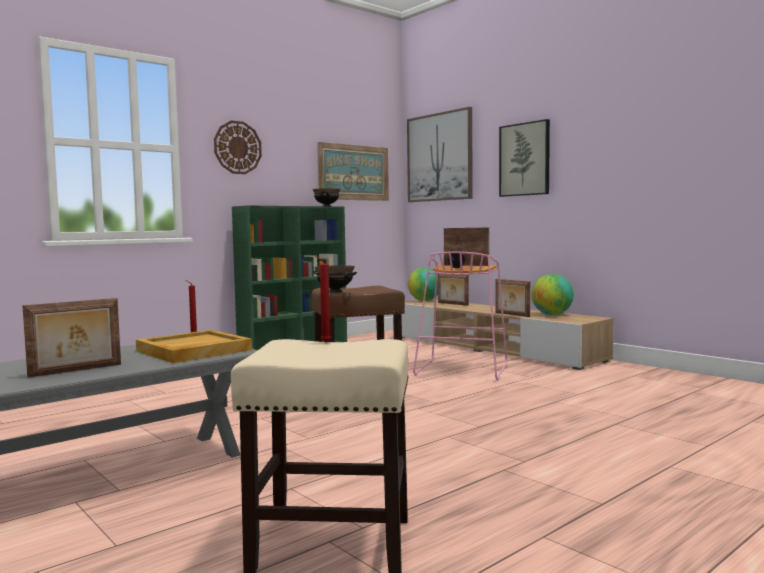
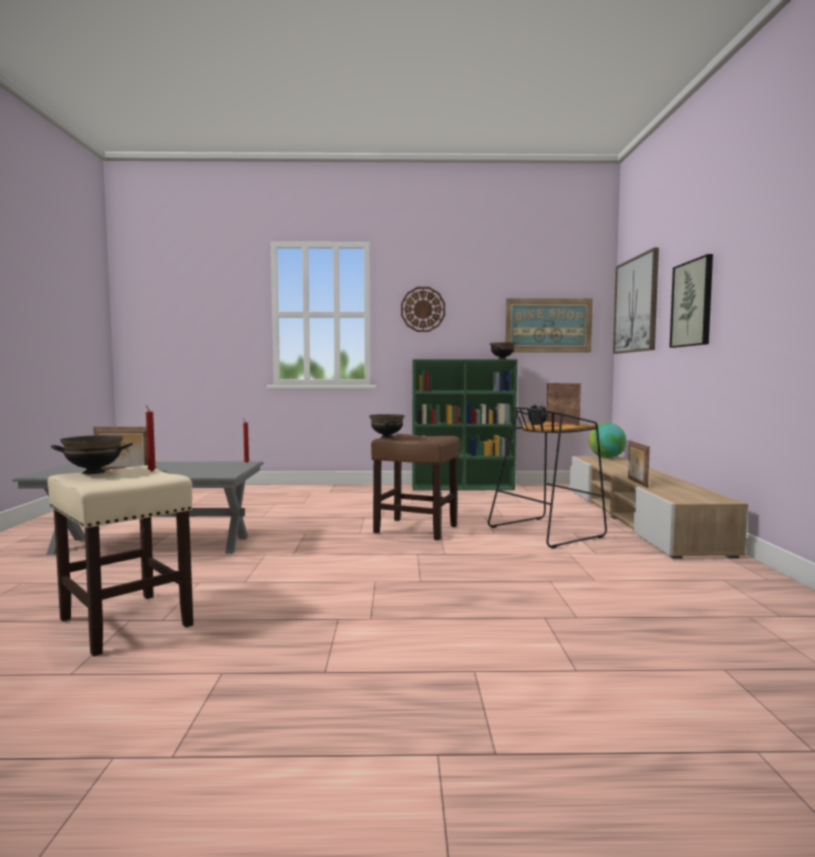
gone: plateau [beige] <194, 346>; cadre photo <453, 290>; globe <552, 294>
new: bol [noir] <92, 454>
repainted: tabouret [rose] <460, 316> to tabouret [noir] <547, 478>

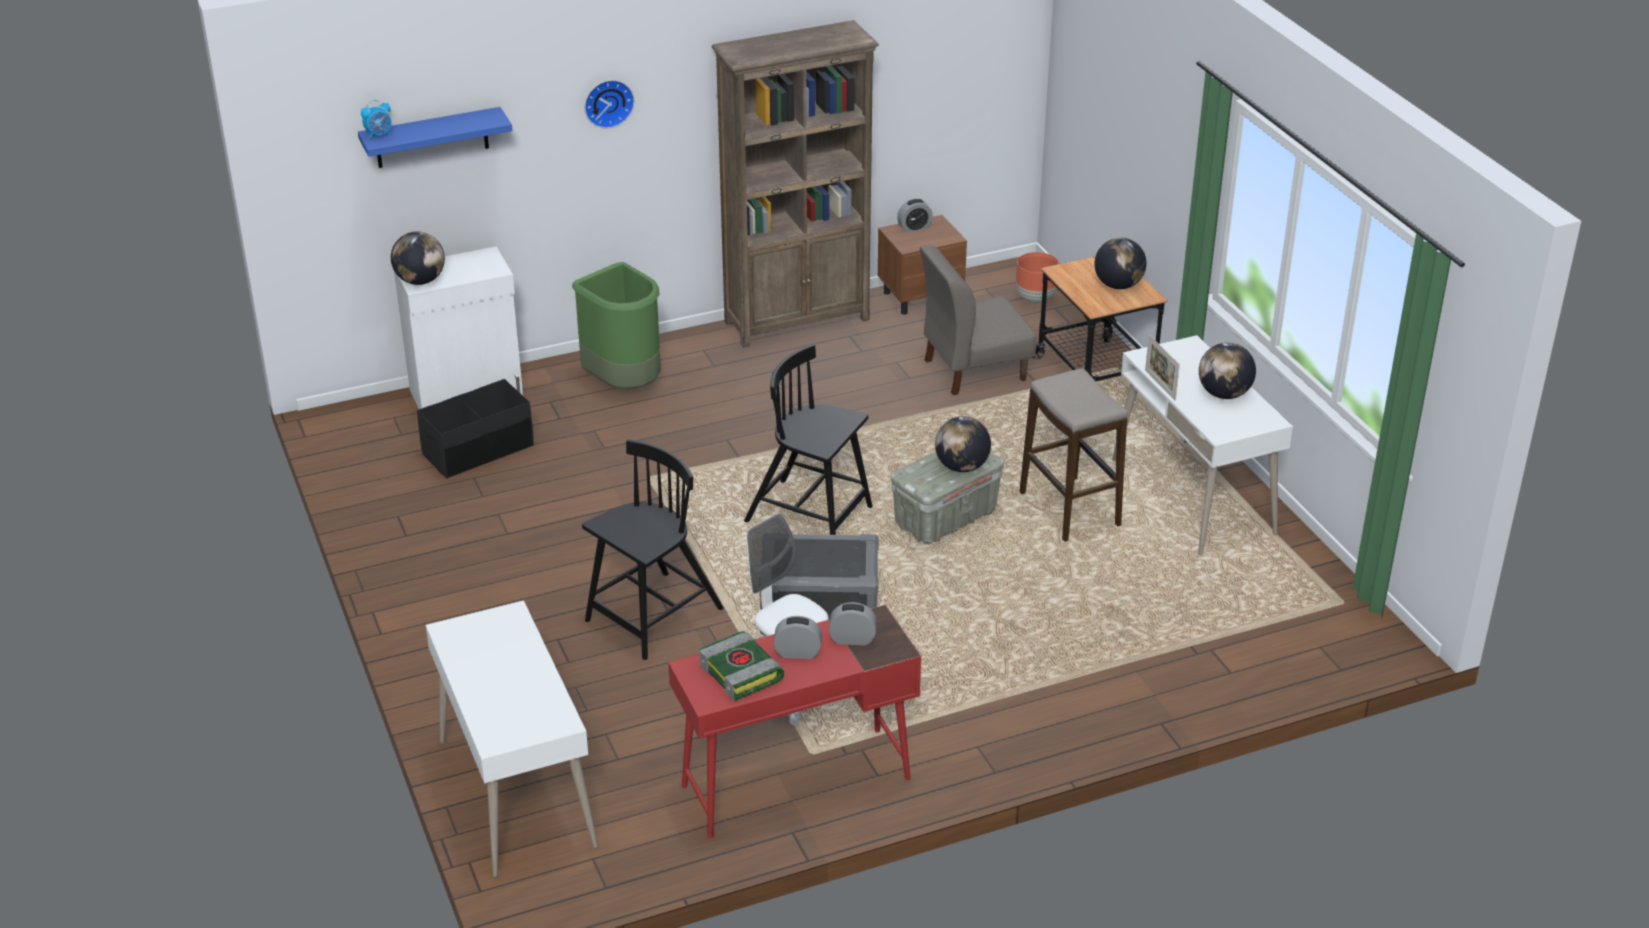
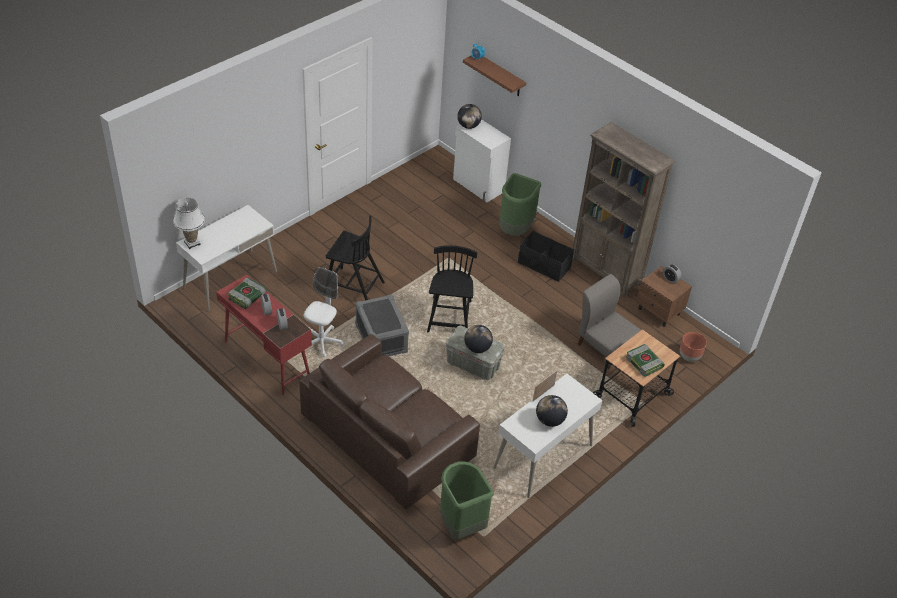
gone: horloge murale <609, 104>; tabouret <1073, 455>
new: lampe de table [blanc] <189, 223>; canapé [marron] <389, 421>; poubelle [vert] <467, 501>
shifted: boîte de rangement [noir] <475, 428> to <546, 256>
swapped: globe <1120, 263> to livre <645, 360>
repainted: étagère [bleu] <435, 137> to étagère [marron] <494, 75>

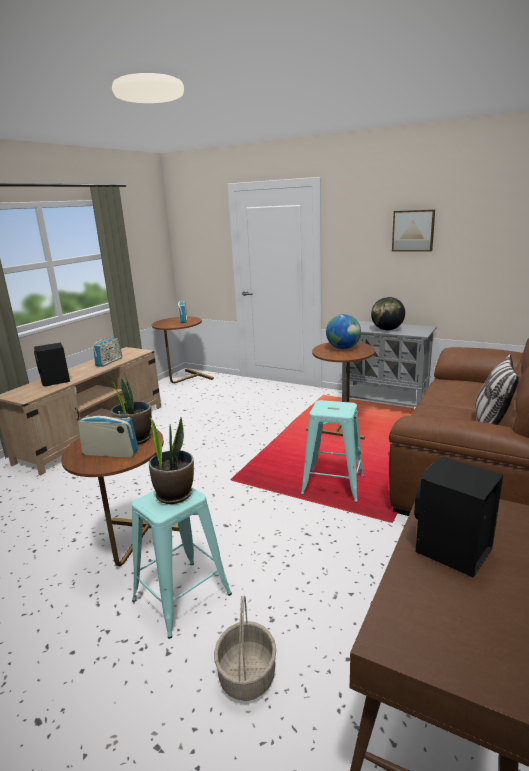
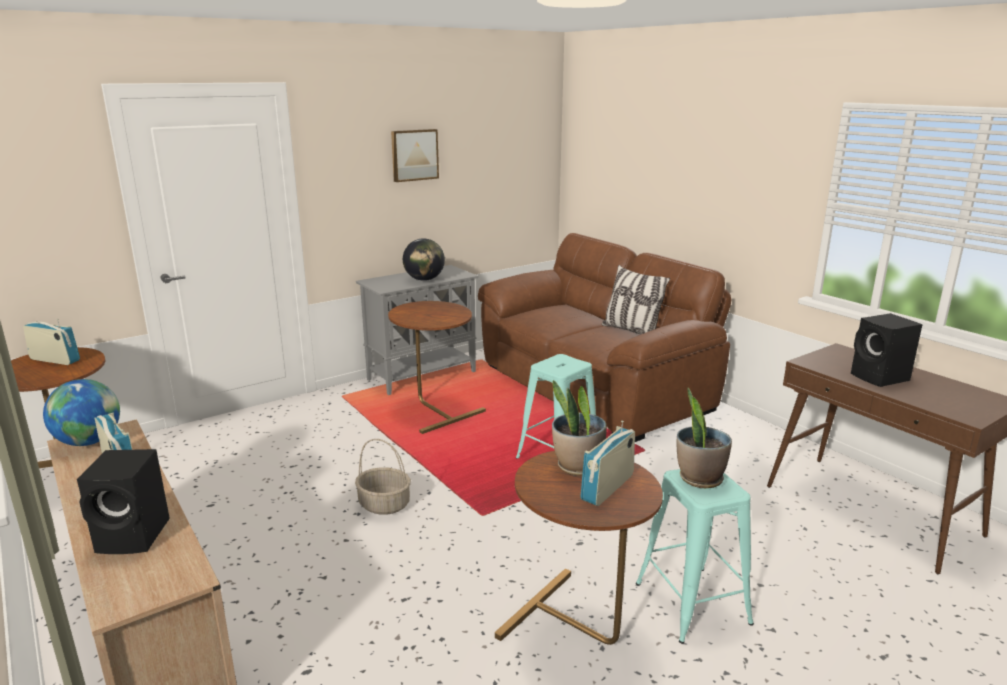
shifted: panier <245, 648> to <383, 477>; globe <343, 331> to <81, 412>

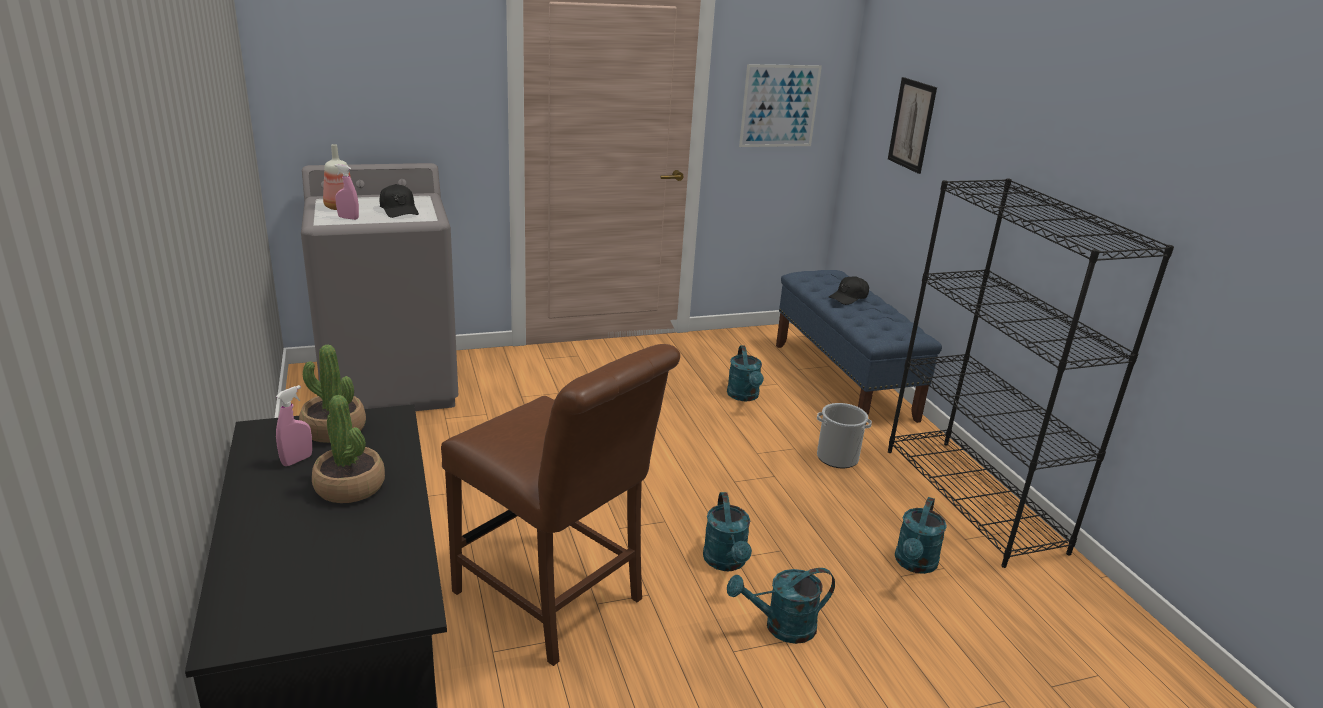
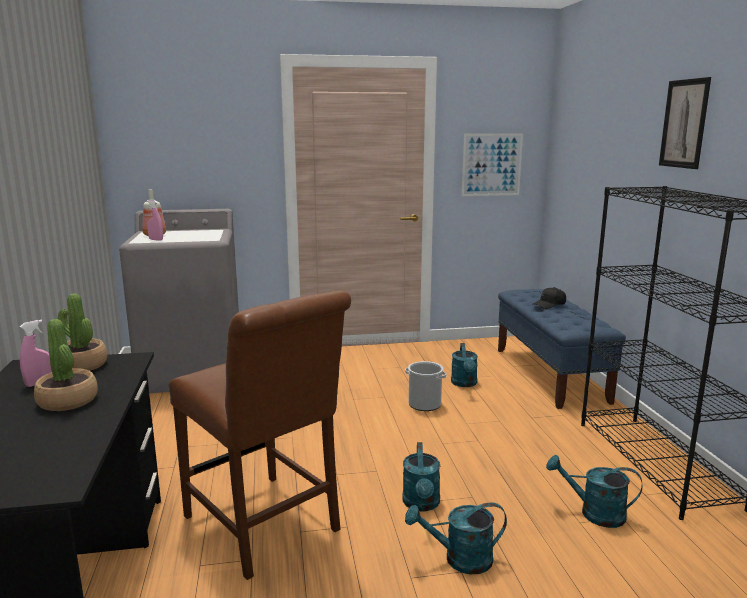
gone: casquette [noir] <399, 201>
shifted: seau <844, 435> to <425, 386>; tableau <912, 125> to <685, 123>
rotated: arrosoir [turquoise] <921, 535> = <594, 491> 75 degrees clockwise

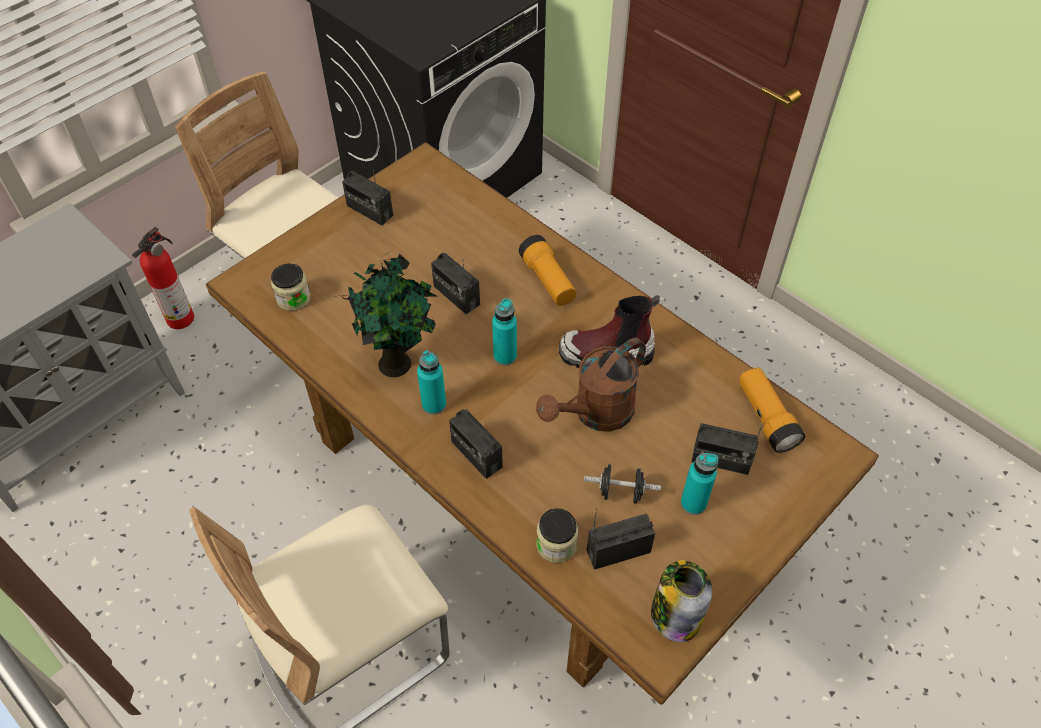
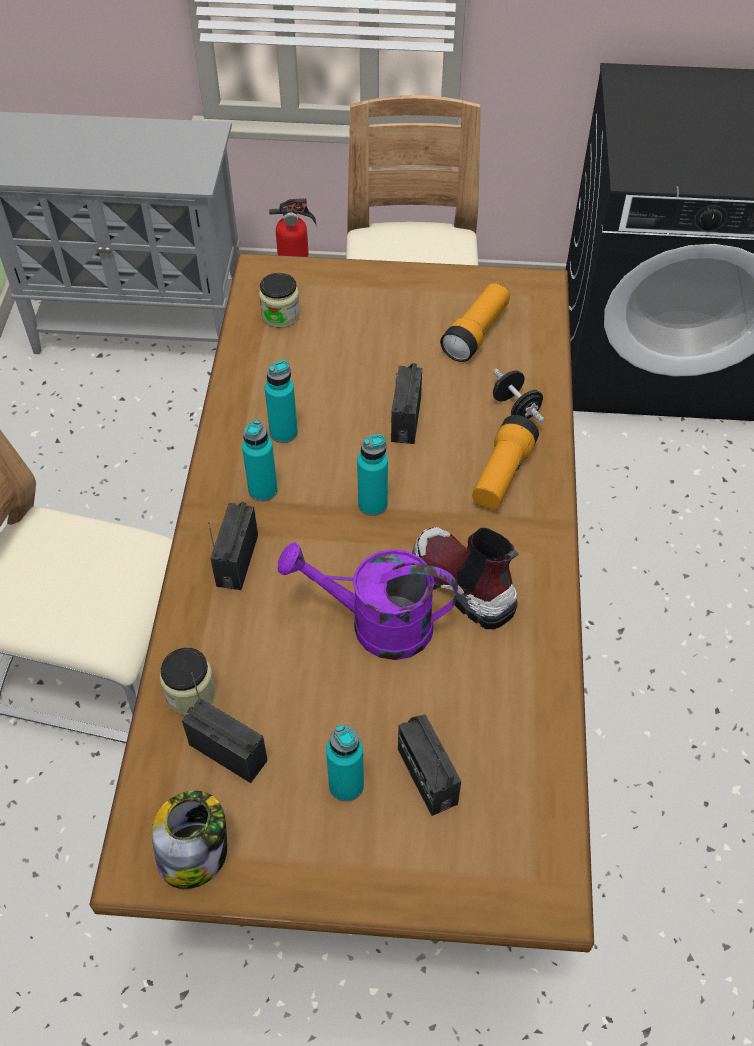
gone: radio <367, 197>
shifted: haltère [noir] <622, 483> to <519, 396>; lampe de poche <772, 410> to <475, 322>
swapped: plante en pot <391, 314> to bouteille [turquoise] <281, 401>
repainted: arrosoir [marron] <591, 385> to arrosoir [violet] <368, 601>

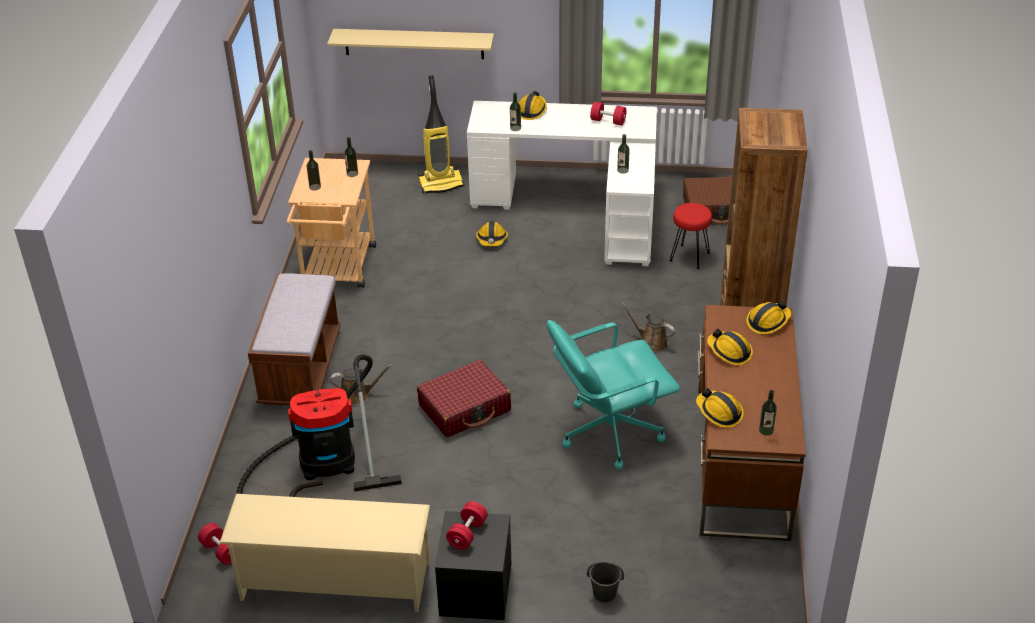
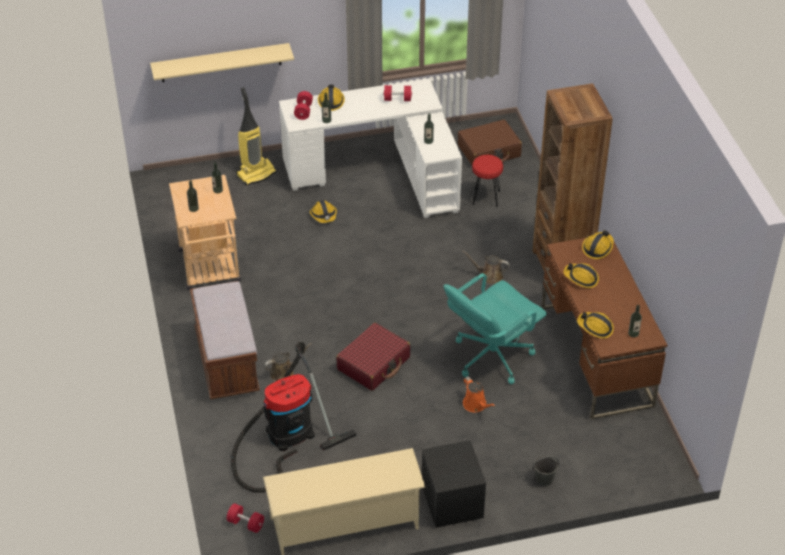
new: arrosoir [orange] <479, 395>
shifted: haltère [rouge] <467, 525> to <303, 105>

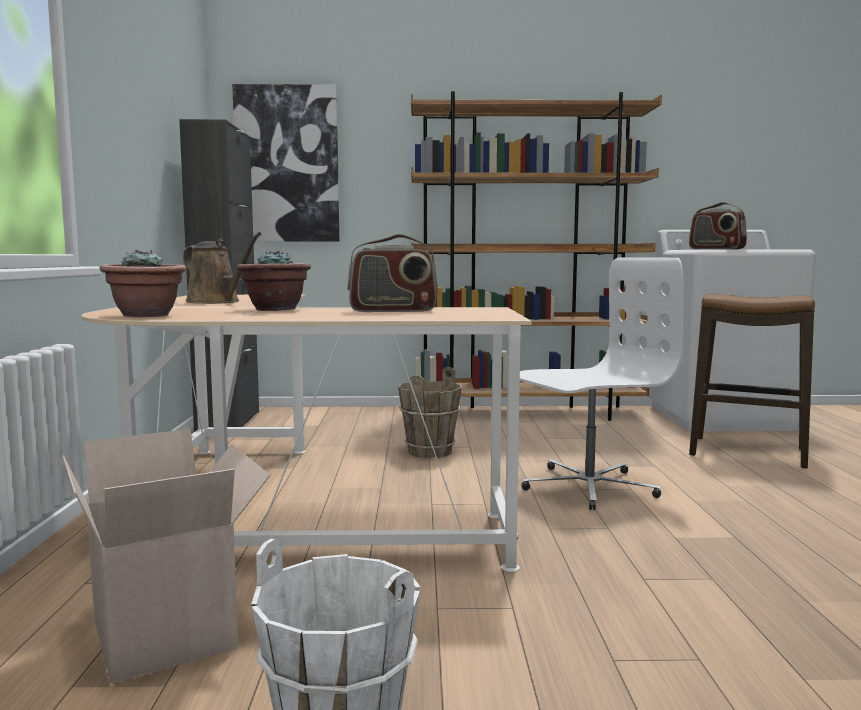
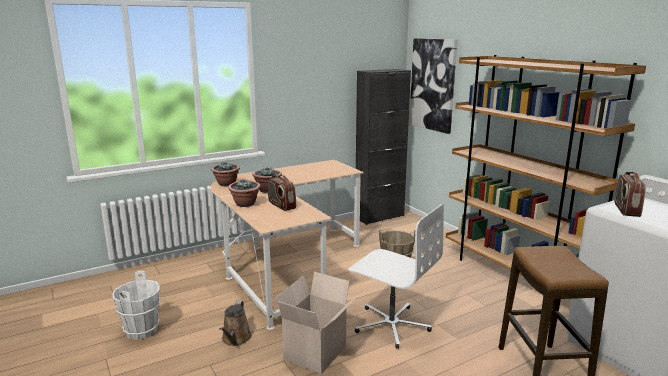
new: plante en pot <244, 193>
shifted: carton <167, 556> to <317, 323>; arrosoir [marron] <222, 268> to <235, 323>

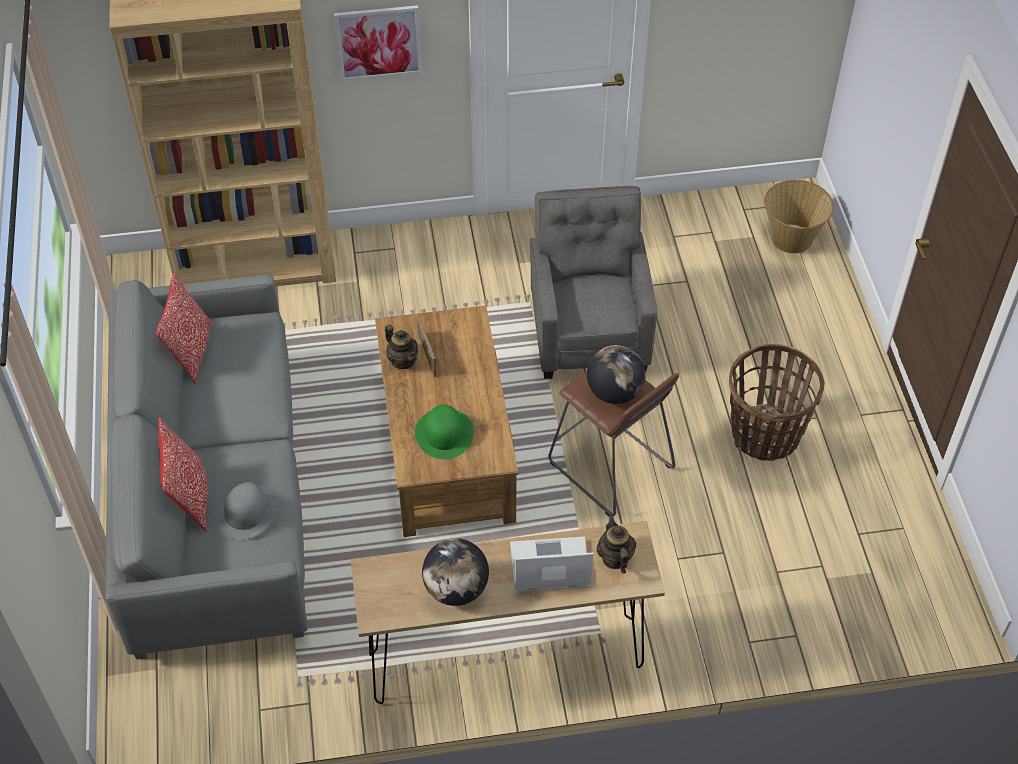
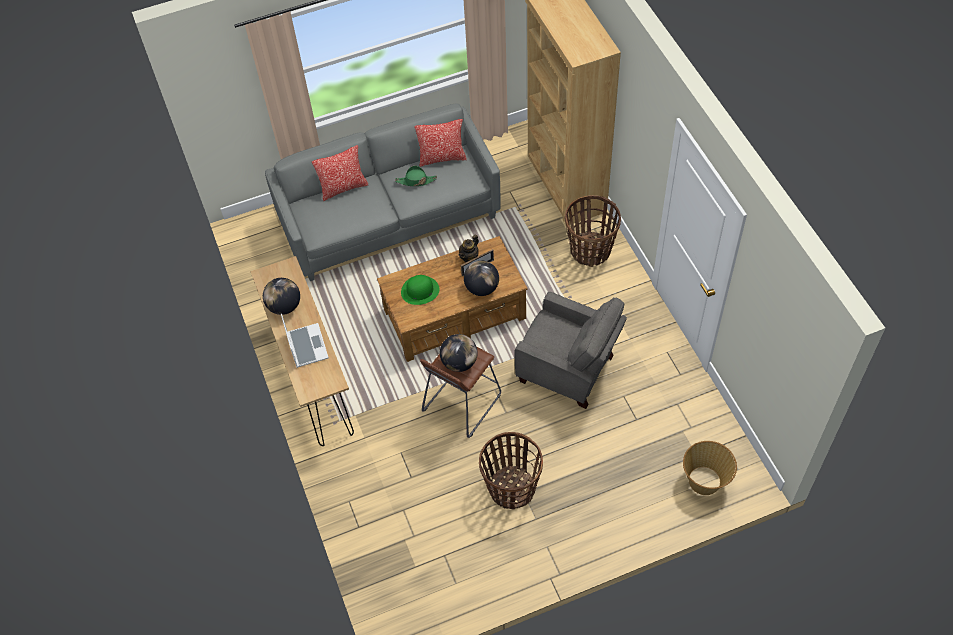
gone: chapeau [gris] <247, 511>; tableau <378, 43>; théière <616, 544>
new: chapeau [vert] <416, 176>; globe <481, 278>; panier <593, 231>
rotated: fauteuil [gris] <594, 282> = <571, 350> 45 degrees clockwise

